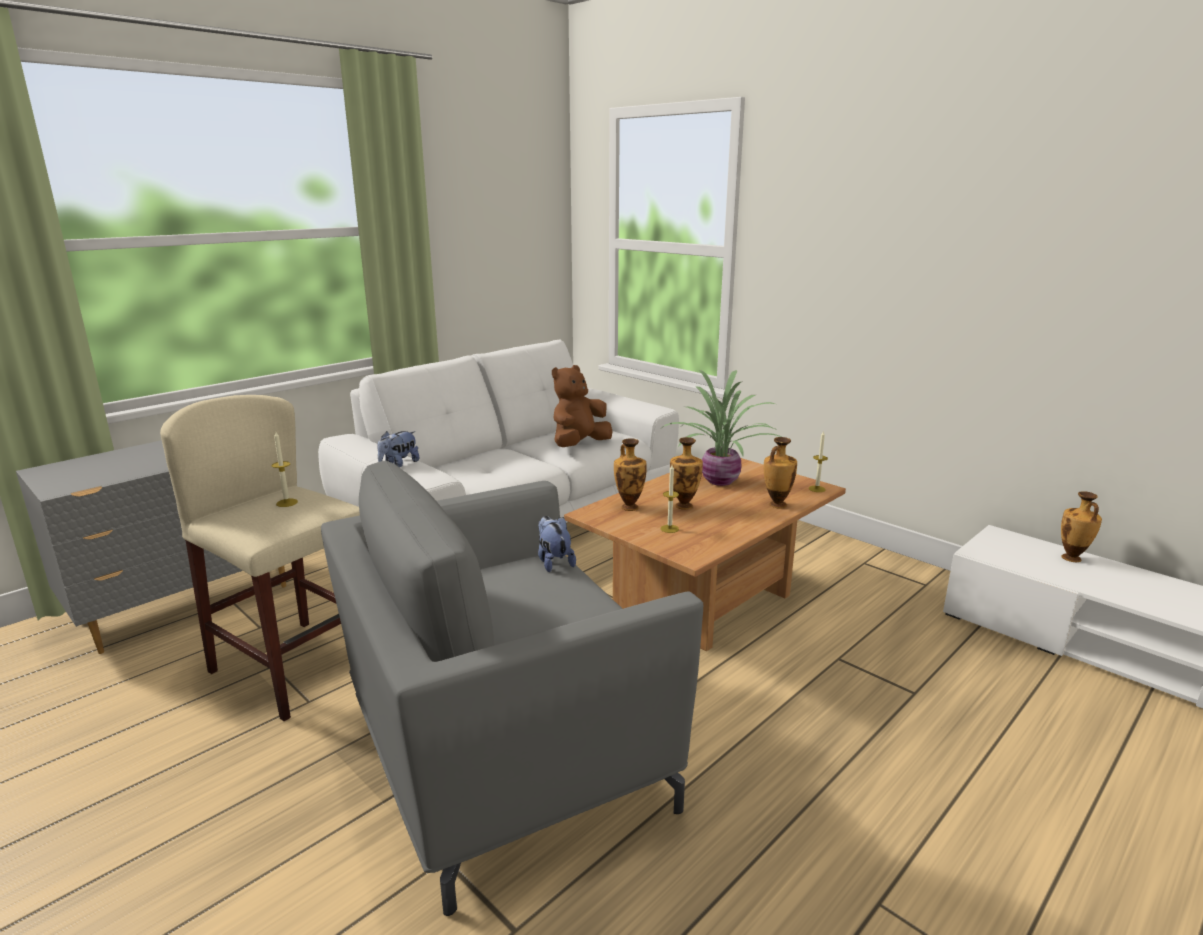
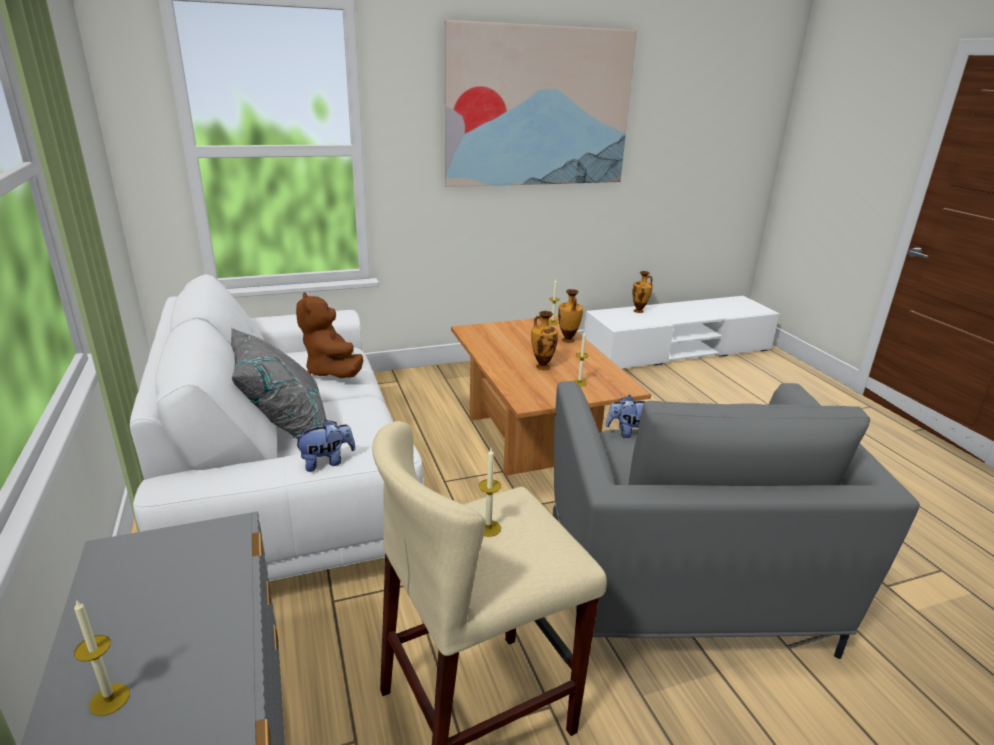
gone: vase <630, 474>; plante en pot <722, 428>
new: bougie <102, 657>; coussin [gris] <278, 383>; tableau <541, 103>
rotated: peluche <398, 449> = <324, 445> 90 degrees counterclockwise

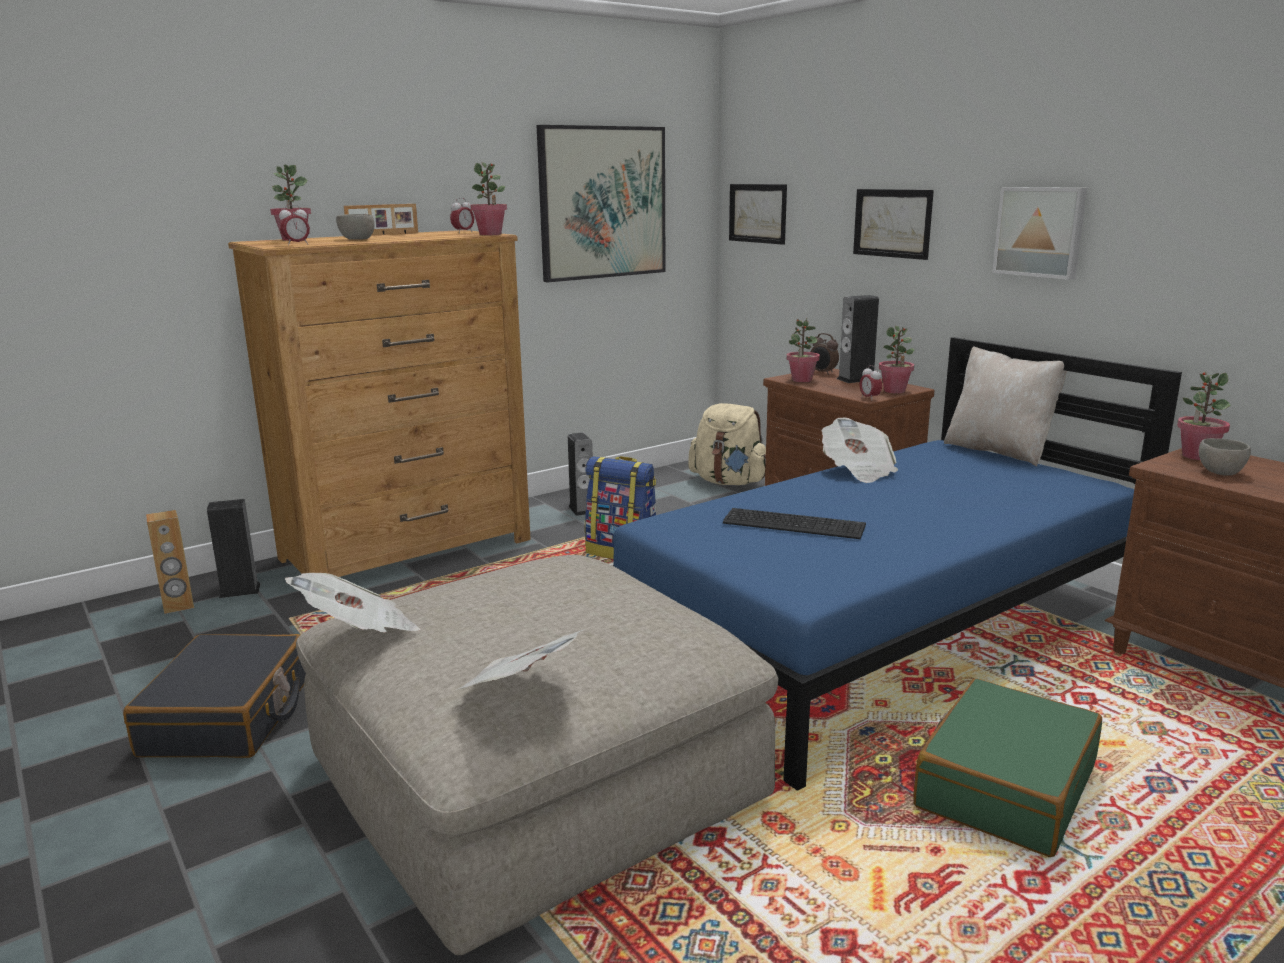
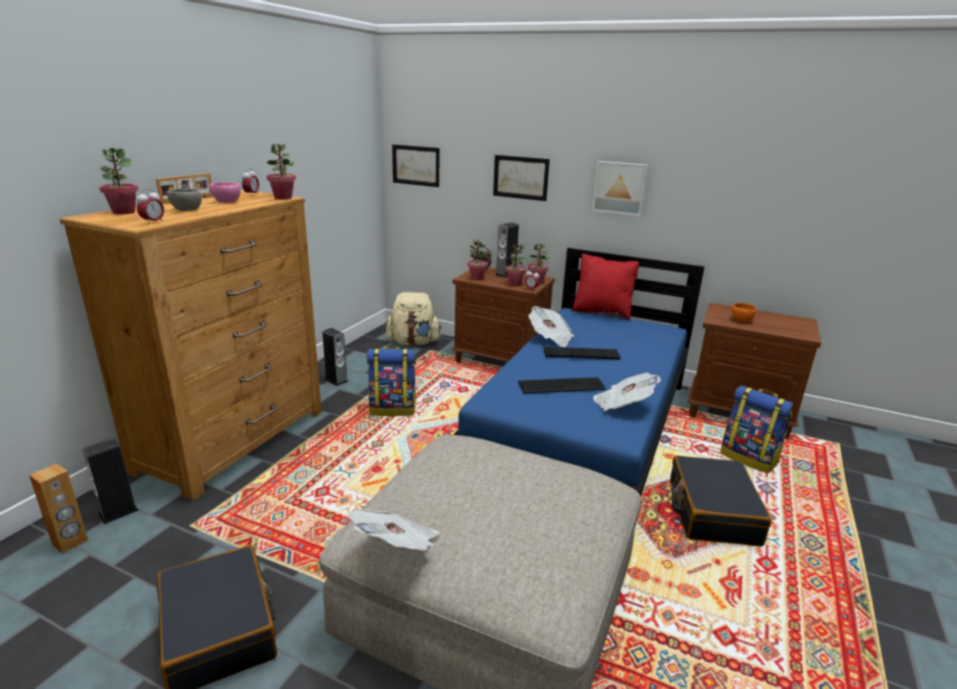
gone: tableau <601, 203>
new: bol [rose] <225, 192>; clavier <582, 353>; sac à dos <756, 429>
shifted: journal <519, 660> to <627, 392>; plante en pot <1204, 416> to <515, 265>
repainted: valise [vert] <1007, 768> to valise [noir] <720, 501>; coussin [beige] <1005, 406> to coussin [rouge] <605, 287>; bol [gris] <1225, 457> to bol [orange] <744, 313>

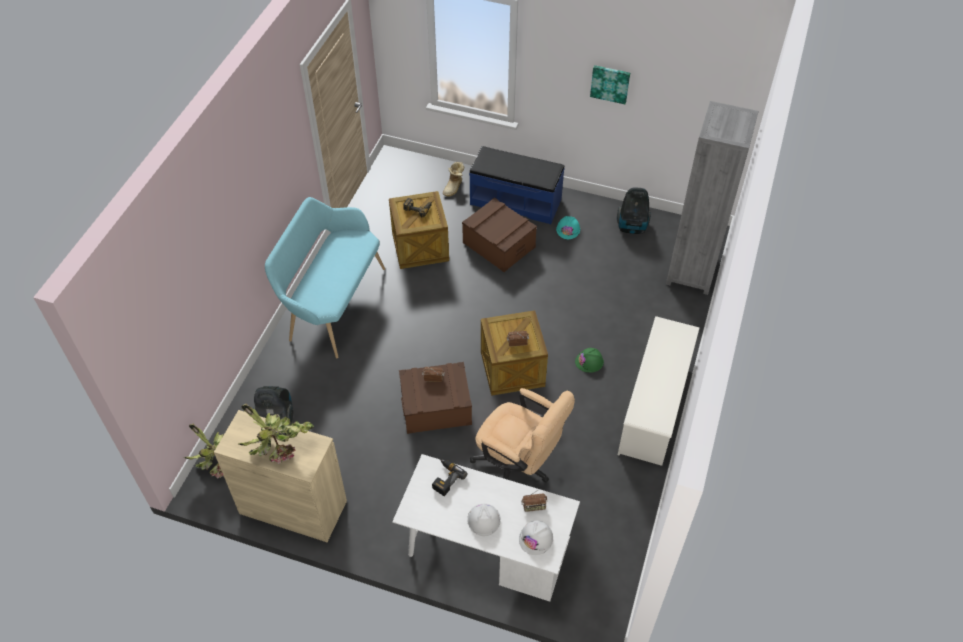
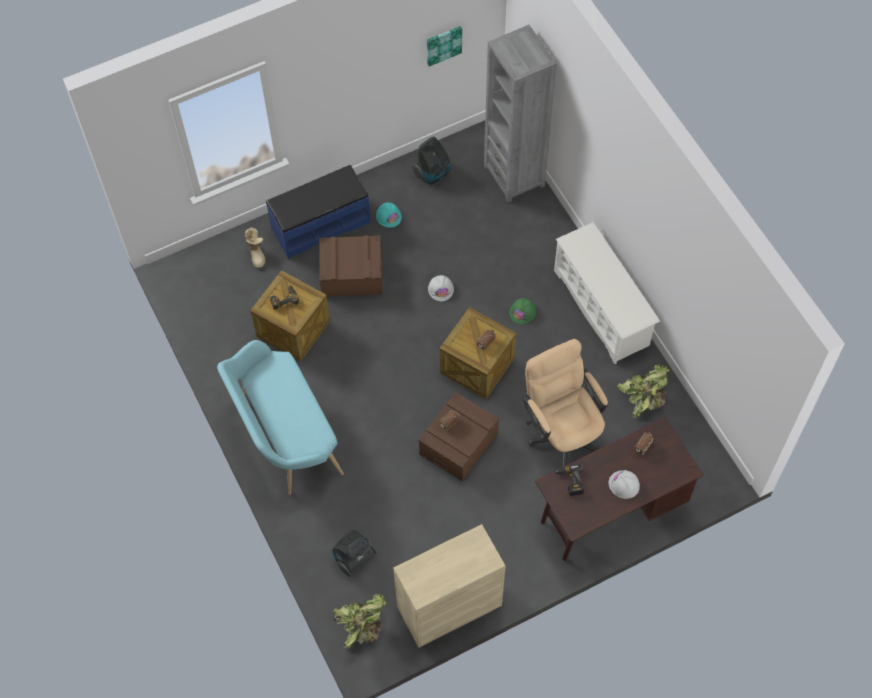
shifted: plante en pot <276, 434> to <643, 391>; casque de chantier [blanc] <536, 537> to <441, 288>; tableau <610, 84> to <444, 46>
repainted: bureau [blanc] <486, 528> to bureau [marron] <619, 489>
rotated: chaise de bureau [beige] <522, 435> = <565, 403> 105 degrees counterclockwise

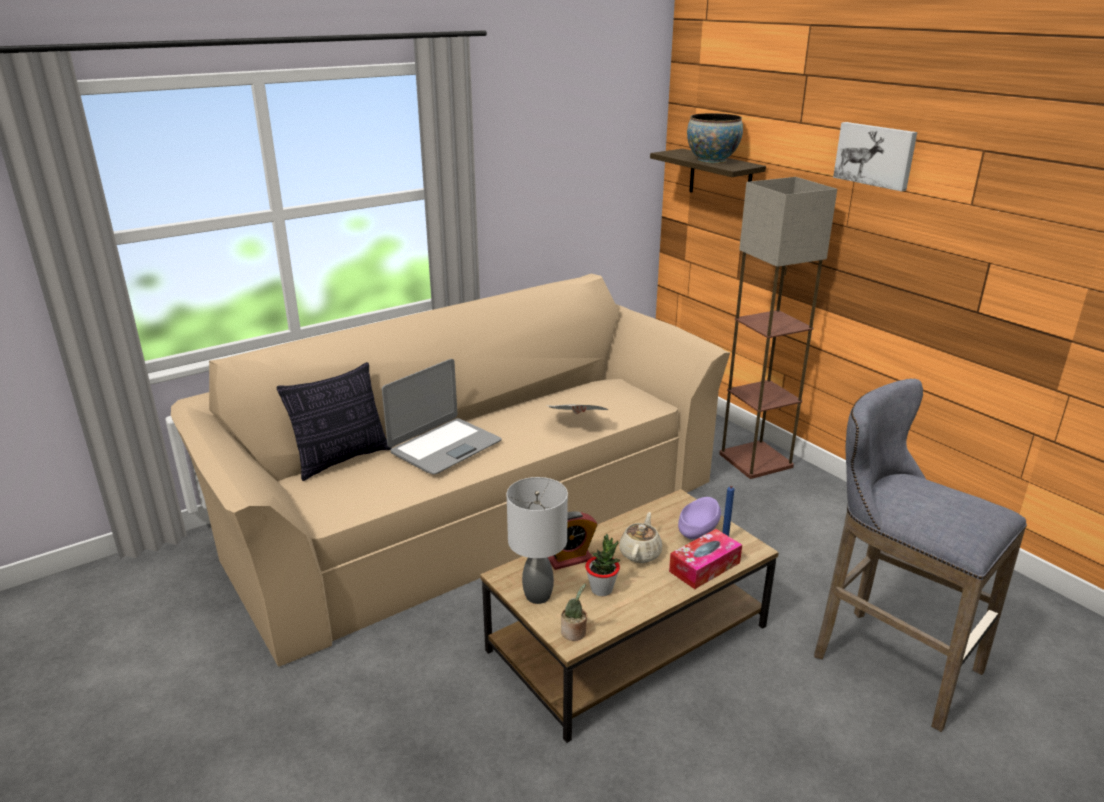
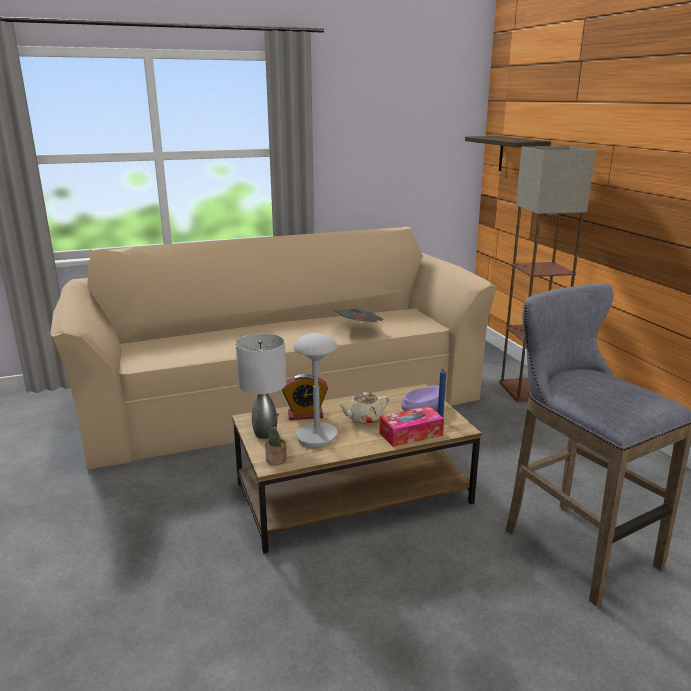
gone: coussin <334, 421>; ordinateur portable <442, 417>; bol <715, 138>; tableau <875, 157>
swapped: plante en pot <602, 565> to lampe de table [gris] <315, 390>
rotated: théière [beige] <640, 537> = <364, 408> 150 degrees counterclockwise

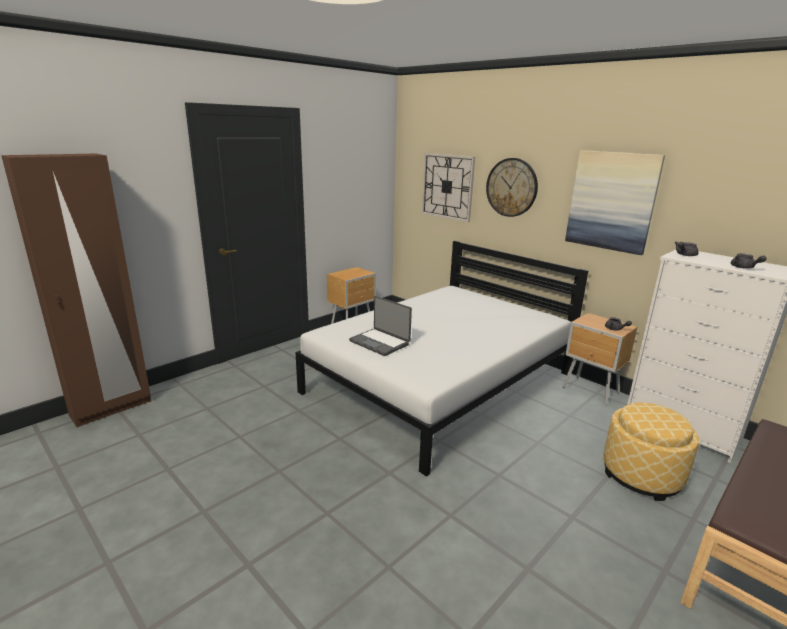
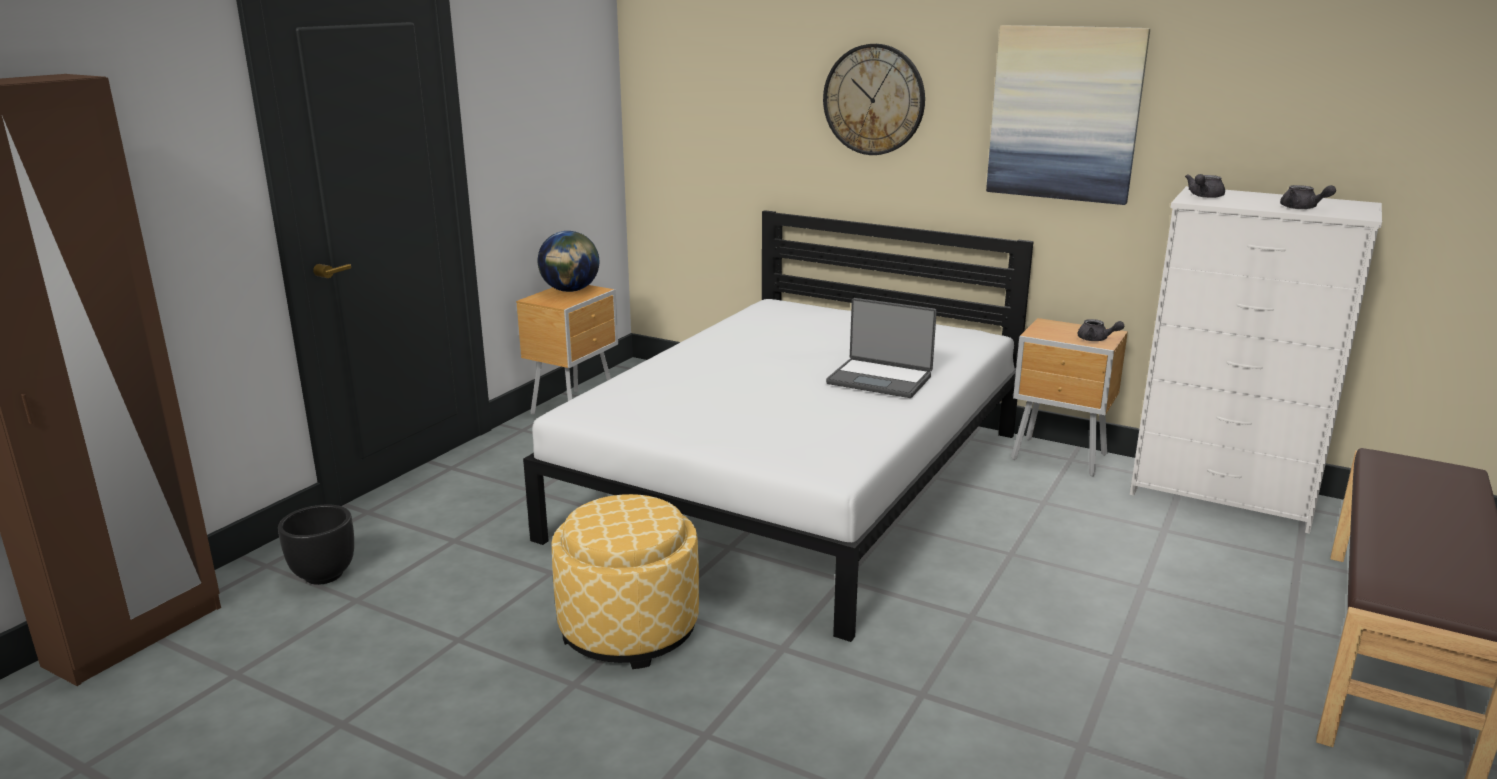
gone: horloge murale <448, 187>
new: cache-pot [noir] <316, 544>; globe <568, 261>
shifted: ordinateur portable <380, 326> to <881, 348>; pouf <651, 451> to <625, 581>

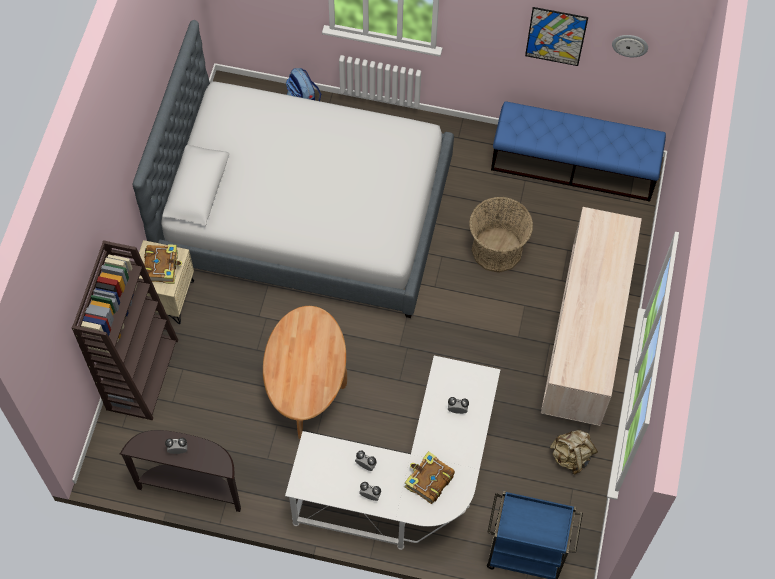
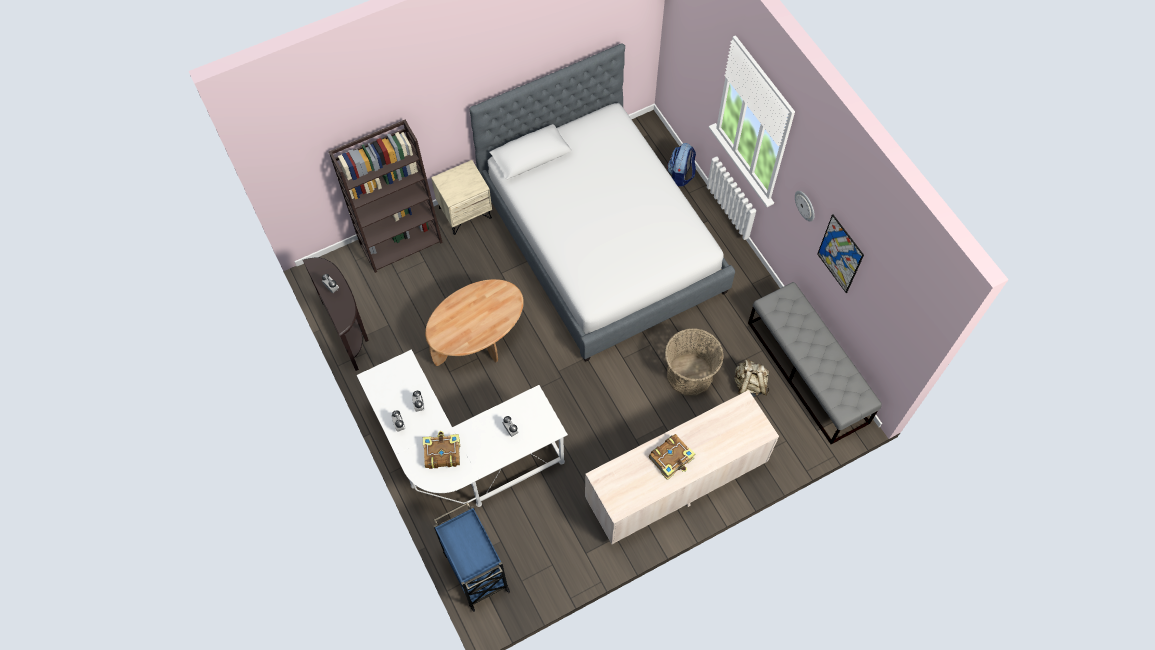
shifted: livre <163, 264> to <672, 457>; sac à dos [beige] <574, 452> to <751, 377>; horloge murale <630, 46> to <805, 206>
repainted: banc [bleu] <578, 151> to banc [gris] <815, 363>

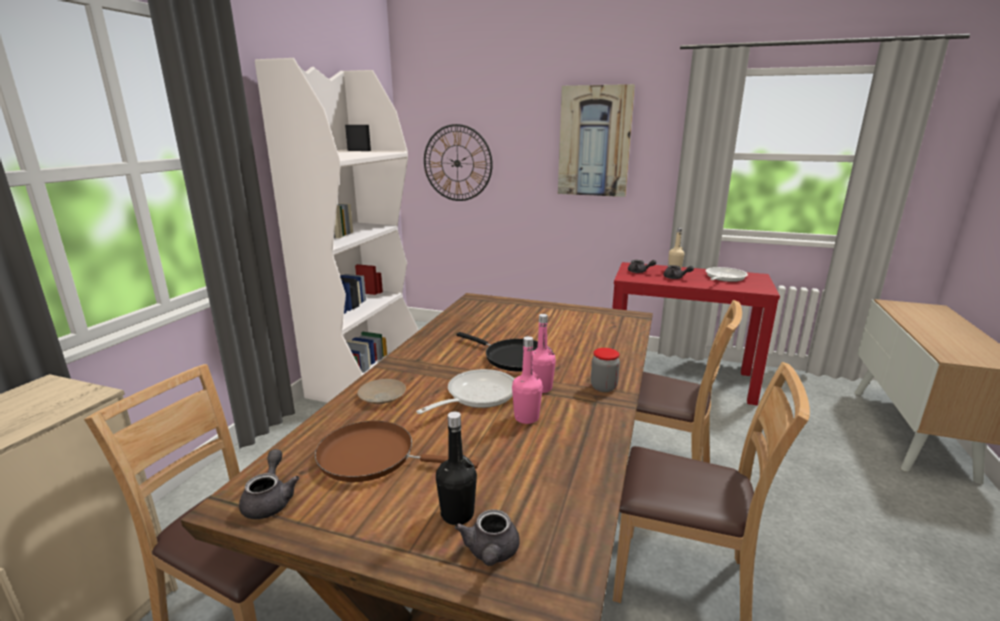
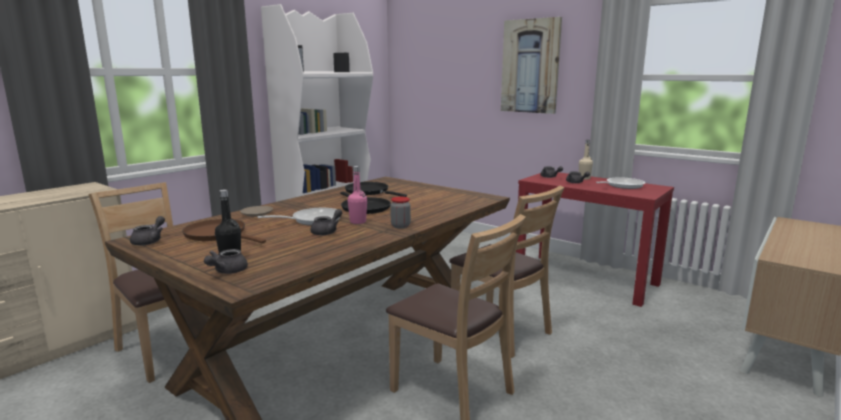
gone: horloge murale <458, 162>
new: poêle [noir] <376, 189>
swapped: bouteille [rose] <527, 380> to théière [gris] <326, 222>

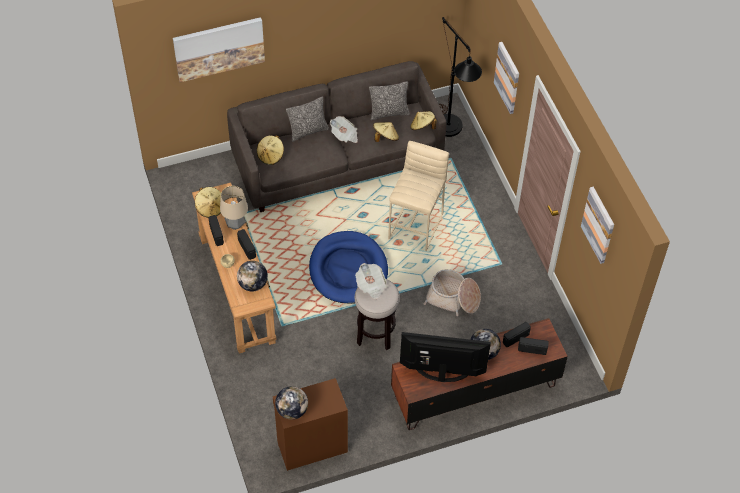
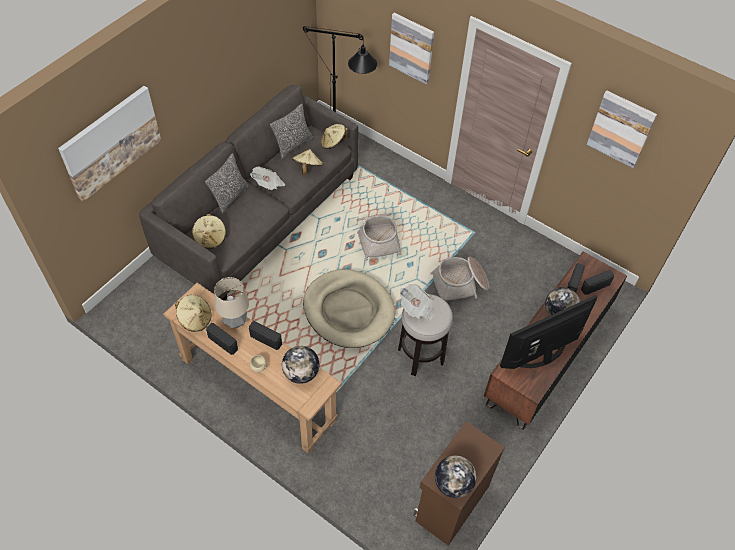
swapped: tabouret [beige] <418, 196> to panier <379, 237>
repainted: panier pour chien [bleu] <348, 267> to panier pour chien [beige] <349, 308>

